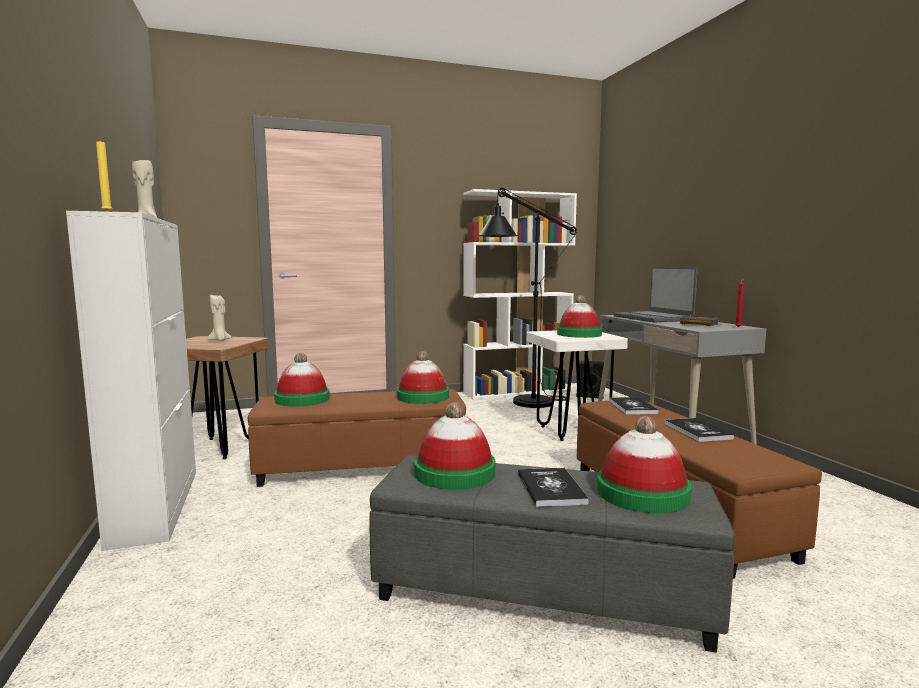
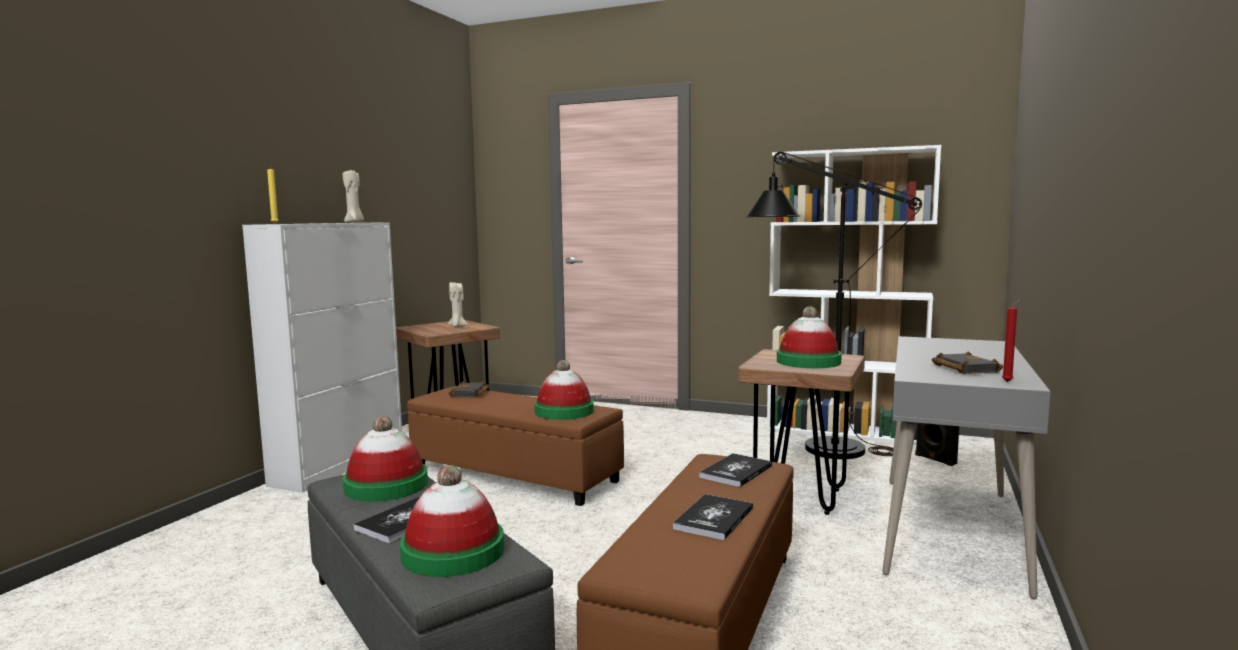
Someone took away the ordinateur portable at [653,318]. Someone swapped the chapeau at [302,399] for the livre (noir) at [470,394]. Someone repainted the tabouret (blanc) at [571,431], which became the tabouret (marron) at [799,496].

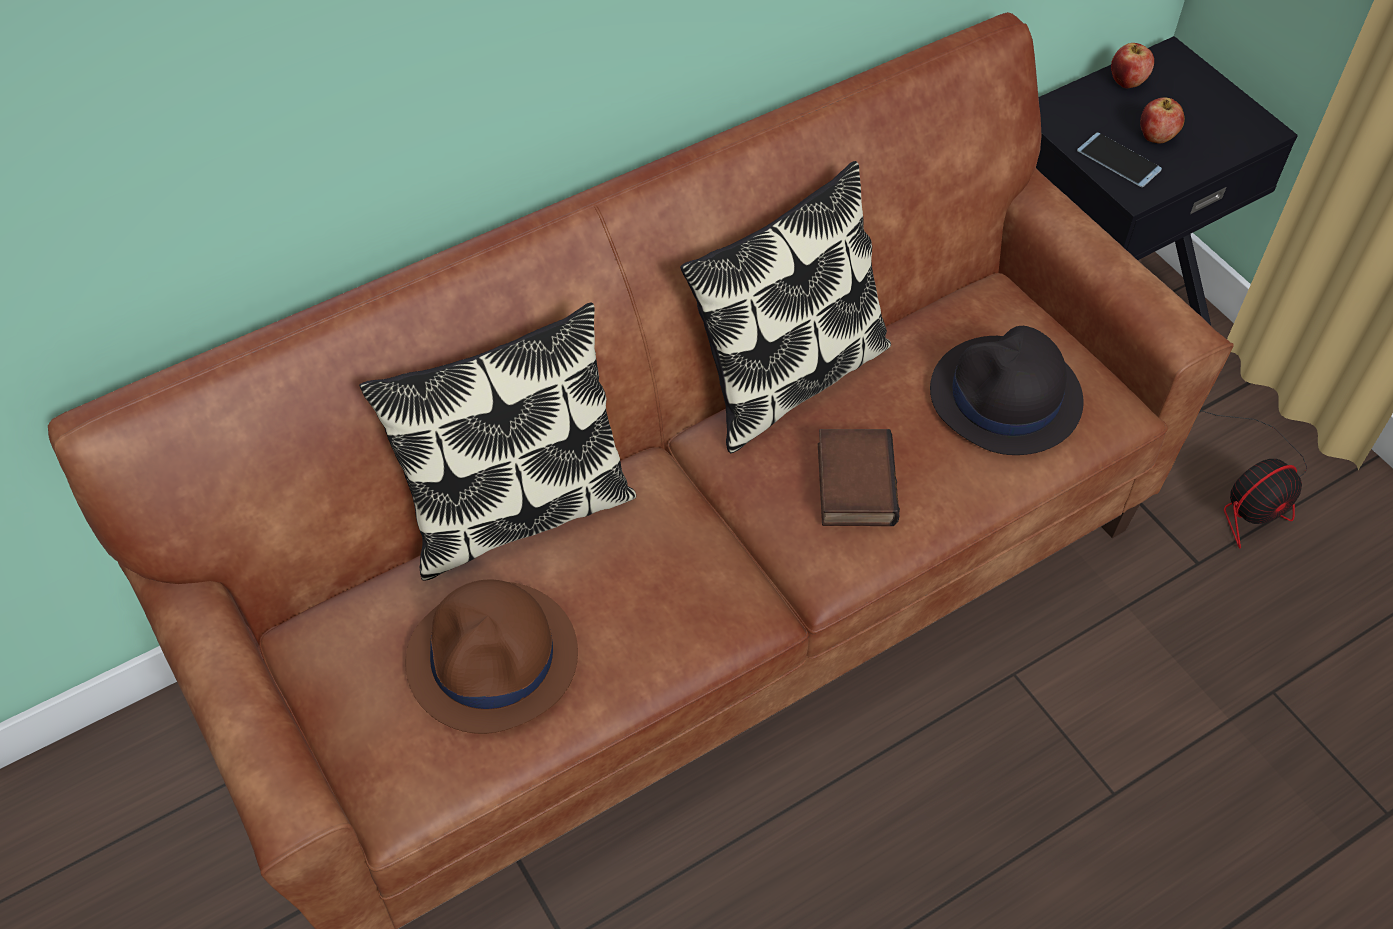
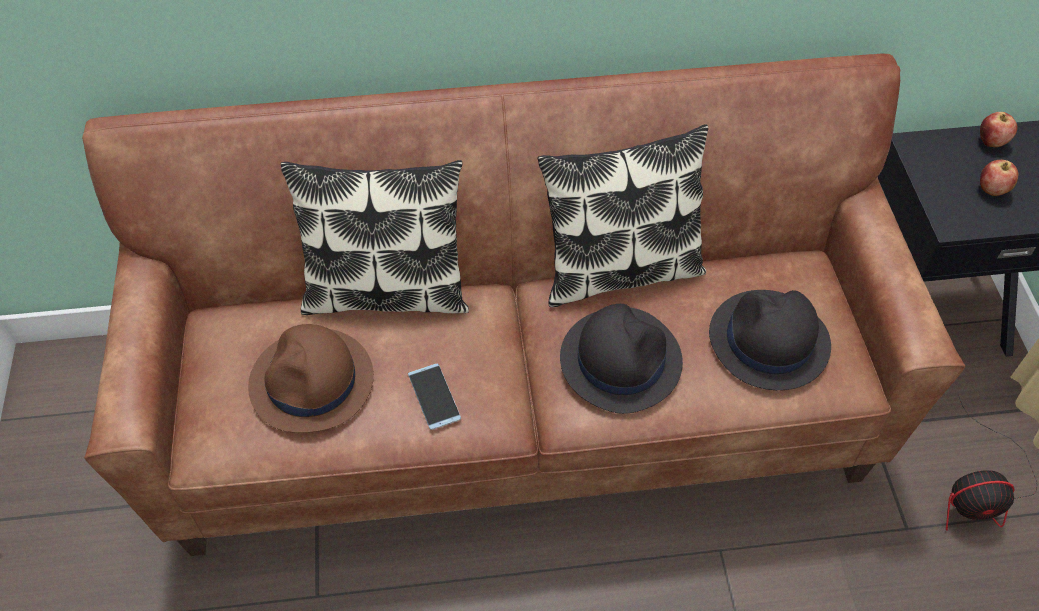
Someone carried the téléphone from [1119,160] to [434,396]. Someone swapped the livre at [852,483] for the chapeau (noir) at [620,359].

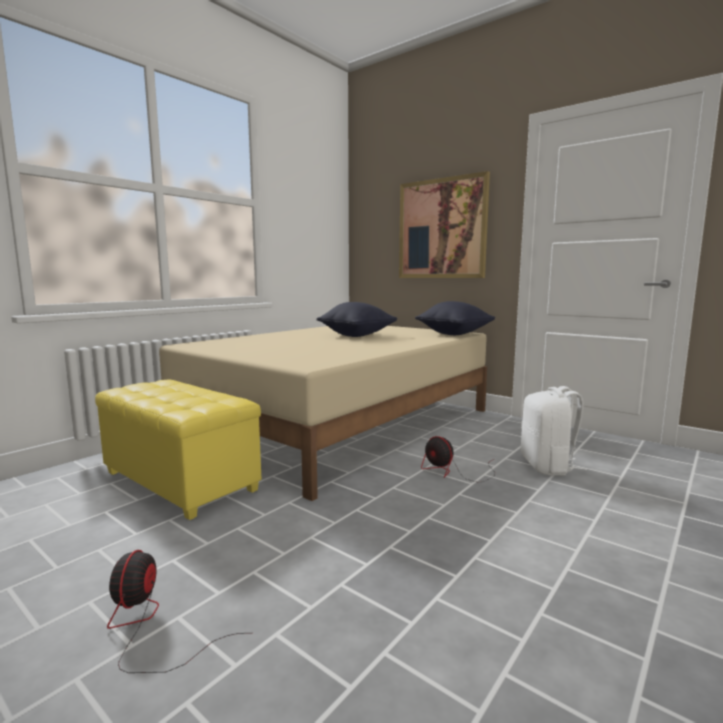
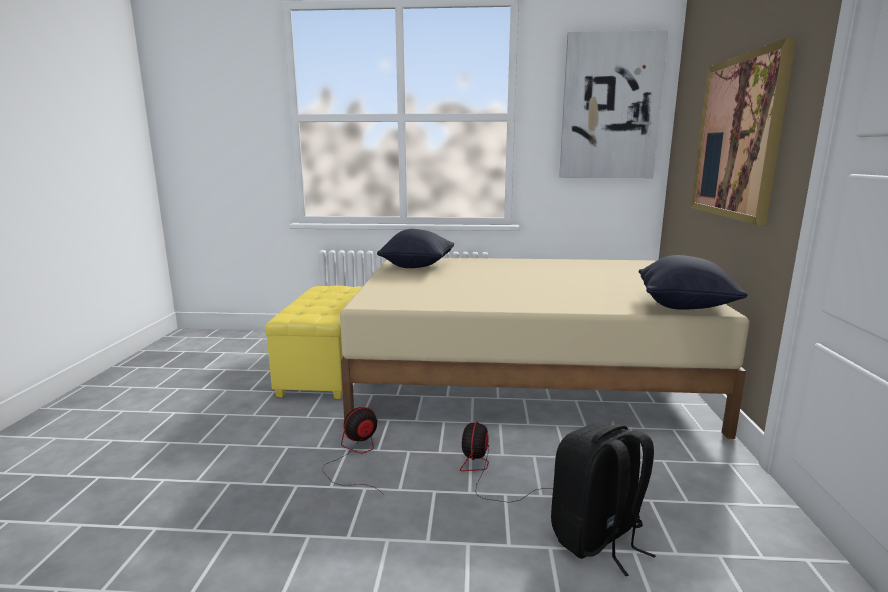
Someone put up the tableau at [610,107]. Someone carried the ventilateur from [149,625] to [356,456]. Someone carried the coussin (noir) from [356,335] to [417,267]. Someone repainted the sac à dos (blanc) at [548,466], which became the sac à dos (noir) at [597,538].

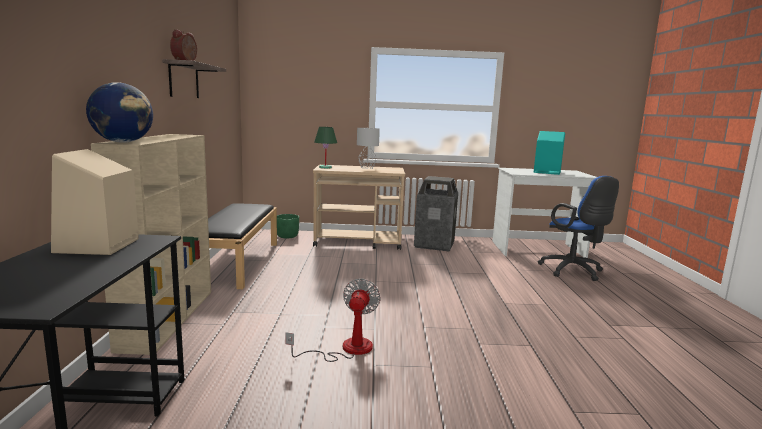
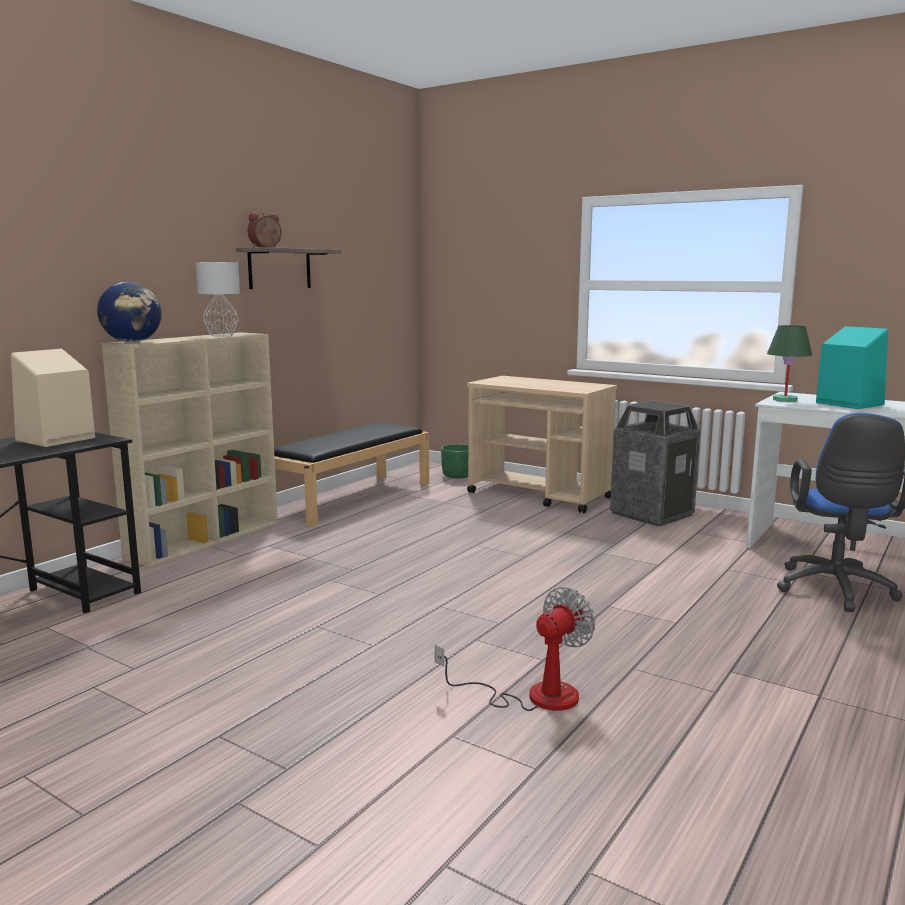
Someone carried the ventilateur from [346,349] to [534,696]. Someone carried the lampe de table (vert) from [325,167] to [784,400]. Someone carried the lampe de table (gris) from [367,168] to [222,336].

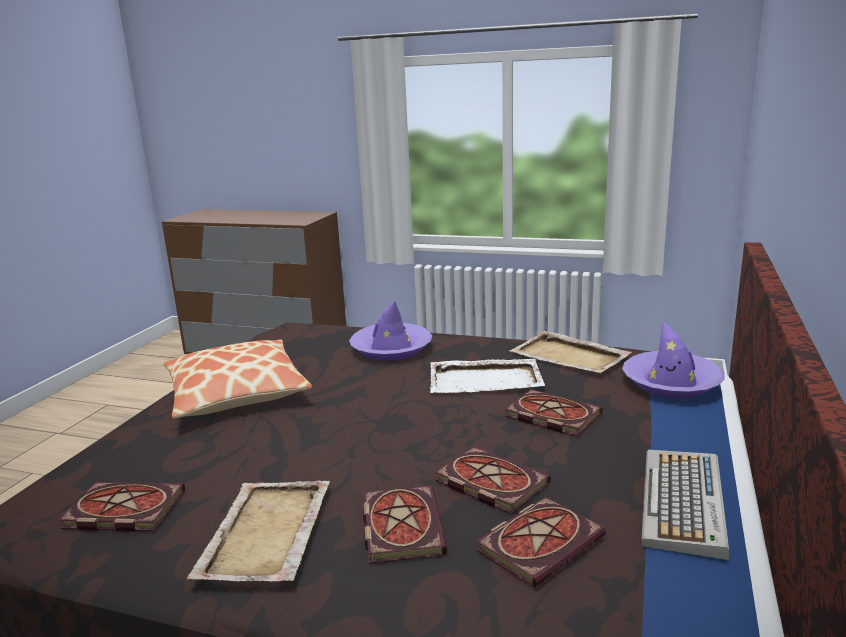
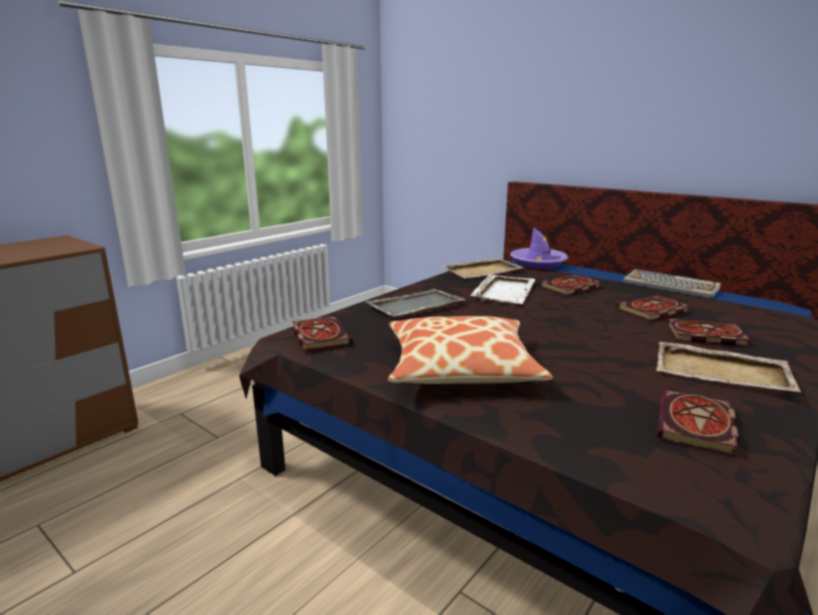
Someone carried the livre from [540,542] to [319,335]. Someone swapped the chapeau (violet) at [391,349] for the plateau (gris) at [414,305].

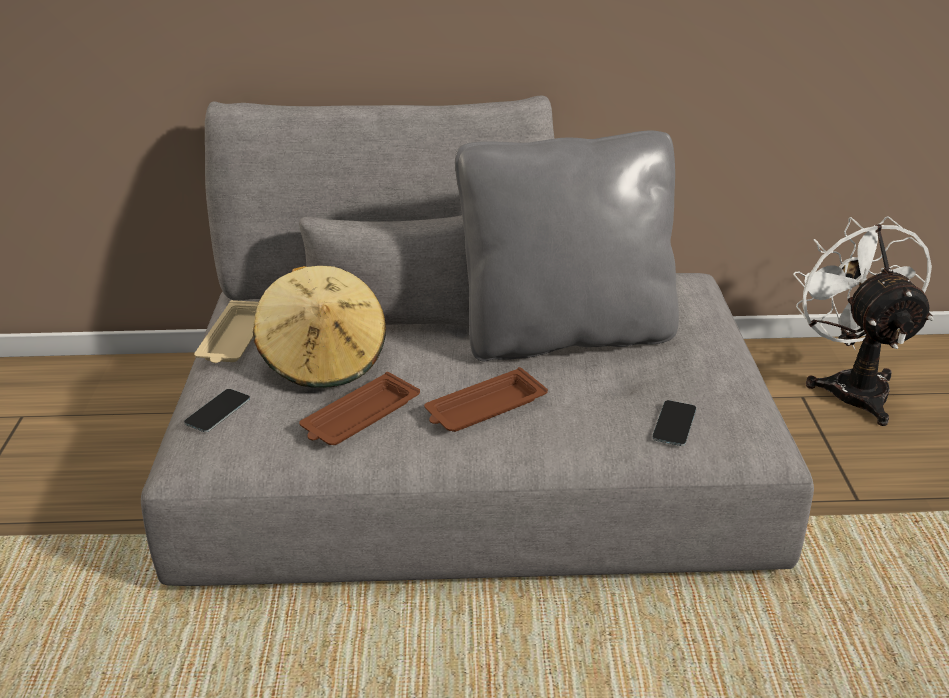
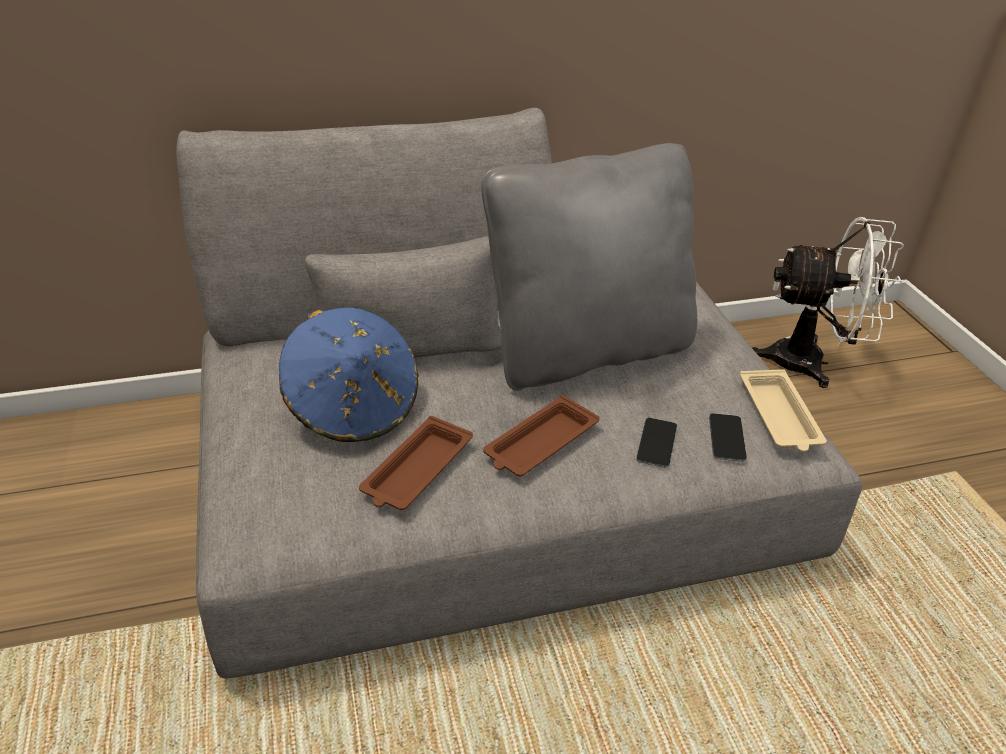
Someone carried the téléphone from [217,411] to [656,443]. Someone carried the plateau (beige) from [235,338] to [779,416]. Someone repainted the chapeau (beige) at [324,360], which became the chapeau (bleu) at [353,407]. Someone rotated the ventilateur (blanc) at [850,385] by 120 degrees clockwise.

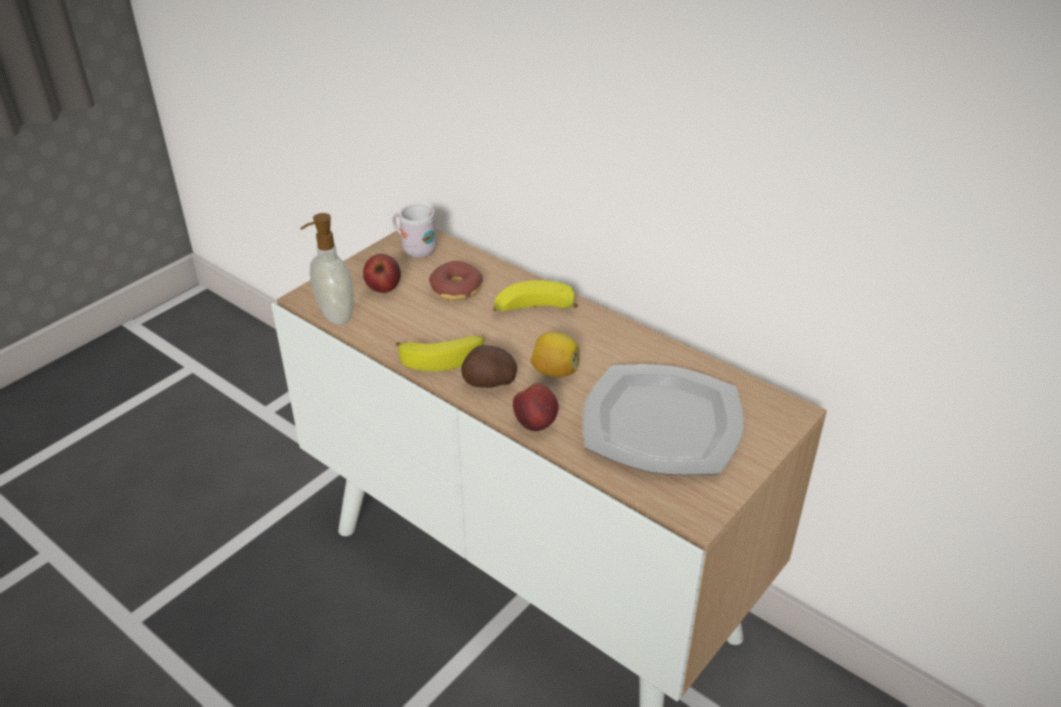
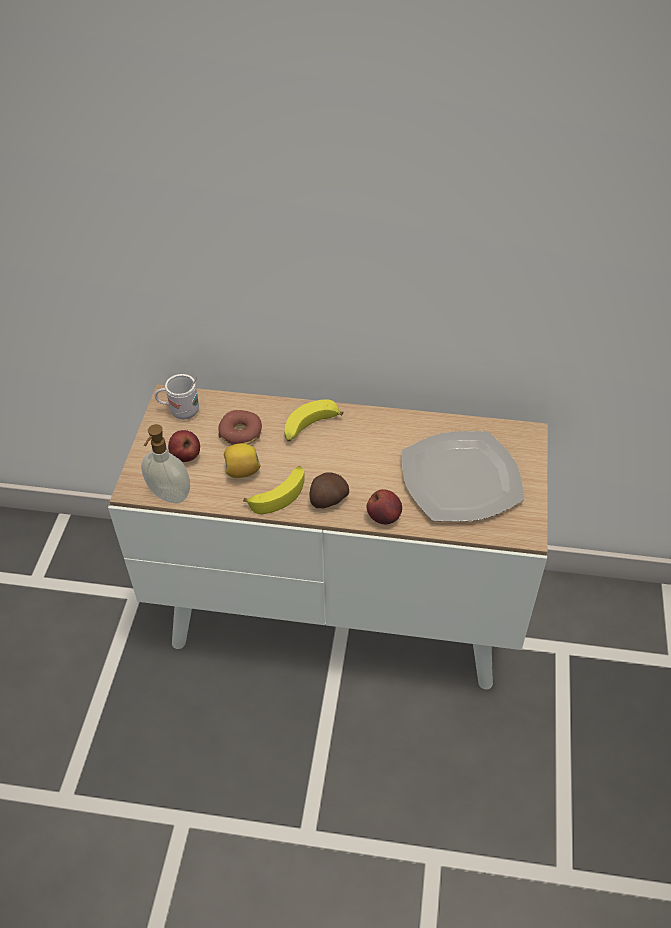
Someone carried the citron from [554,371] to [242,471].

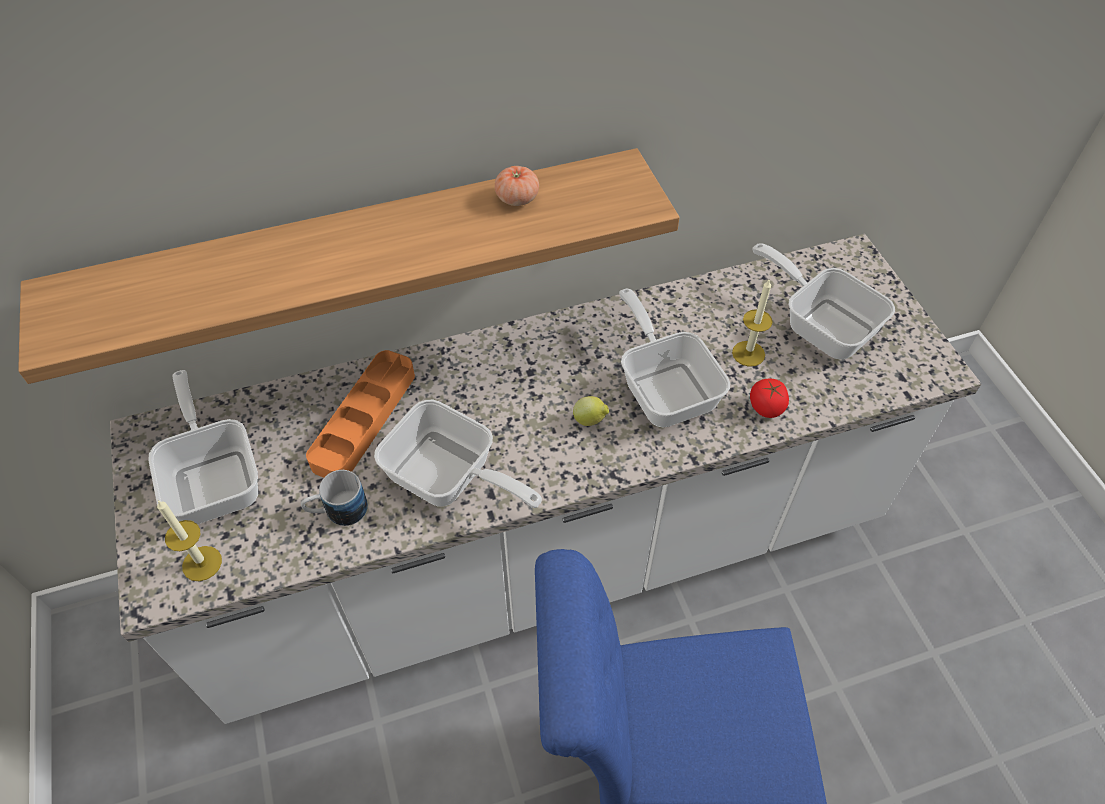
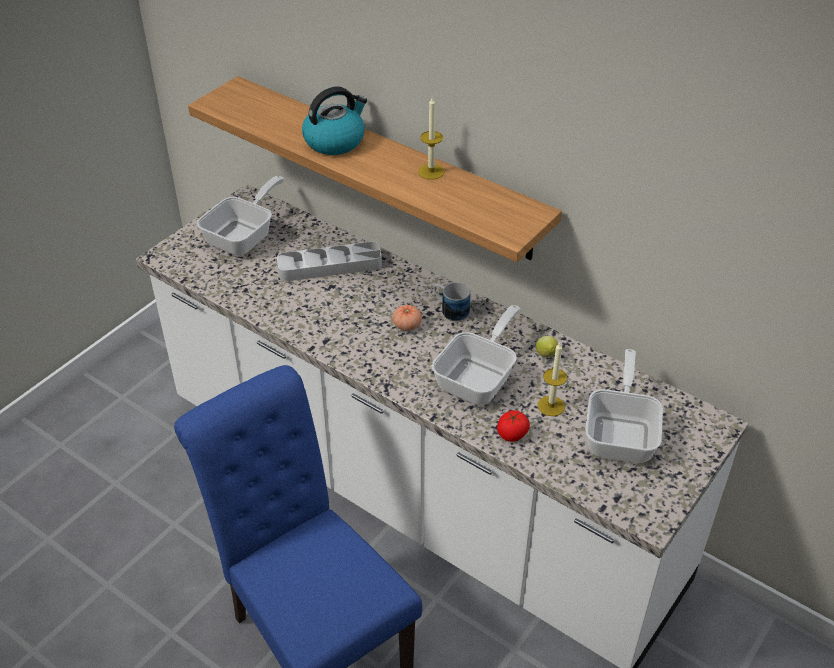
Someone took away the poêle at [449,478]. Someone put down the bouilloire at [335,141]. Someone carried the bougie from [202,563] to [431,171]. Someone carried the mug from [338,511] to [450,310]. Someone carried the tomate from [517,198] to [407,325]. Someone carried the citron from [590,421] to [546,356]. Someone repainted the plateau (orange) at [364,419], which became the plateau (gris) at [330,266].

